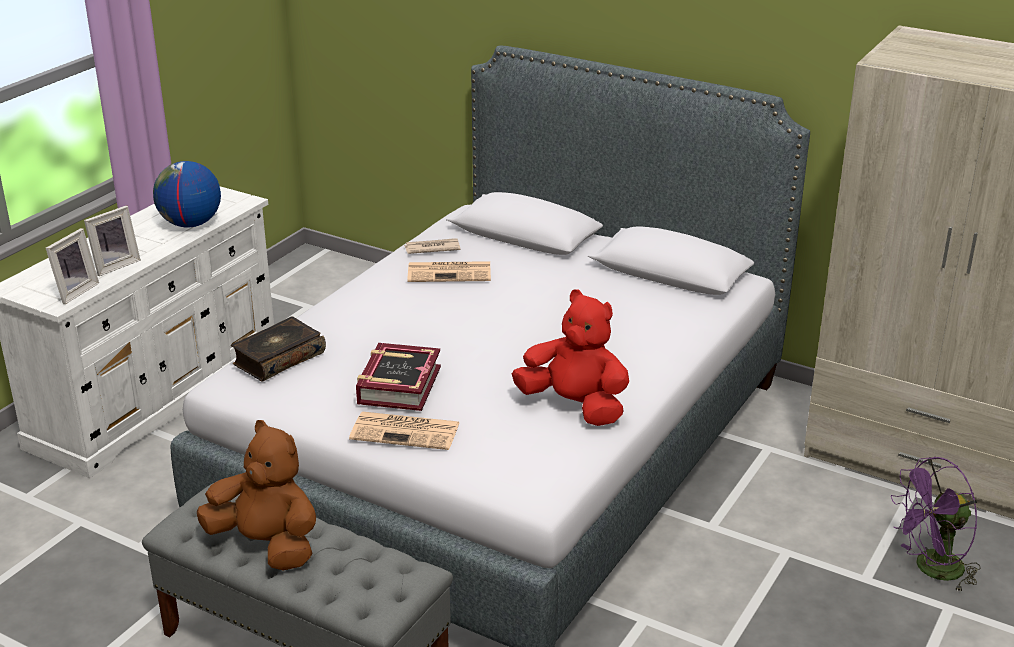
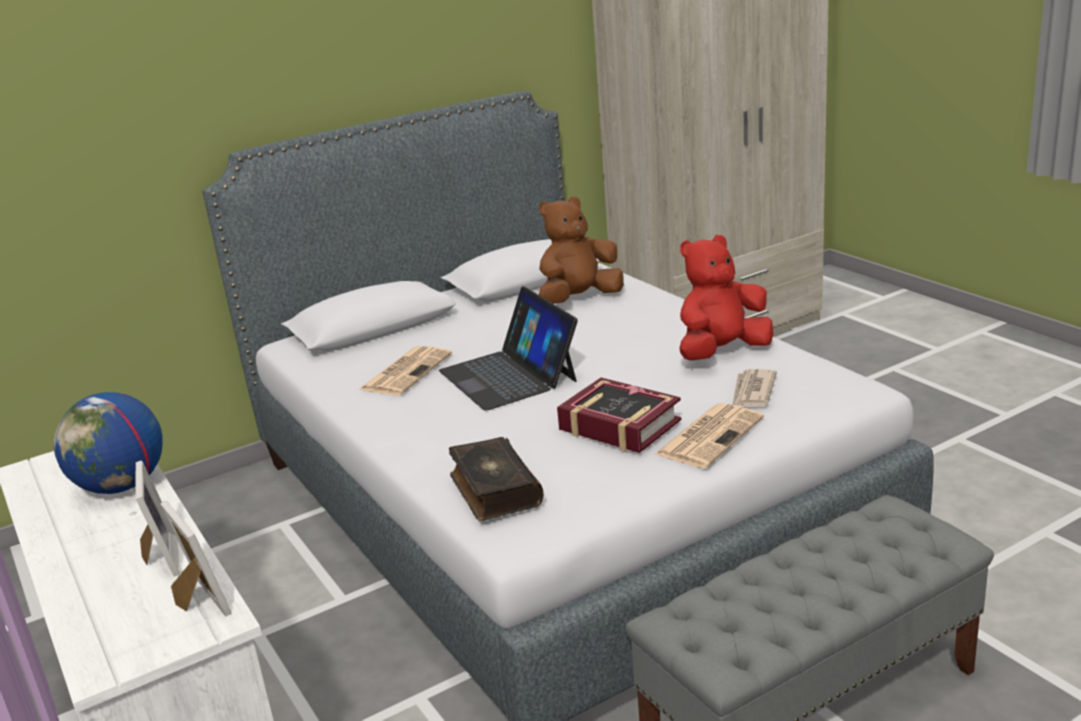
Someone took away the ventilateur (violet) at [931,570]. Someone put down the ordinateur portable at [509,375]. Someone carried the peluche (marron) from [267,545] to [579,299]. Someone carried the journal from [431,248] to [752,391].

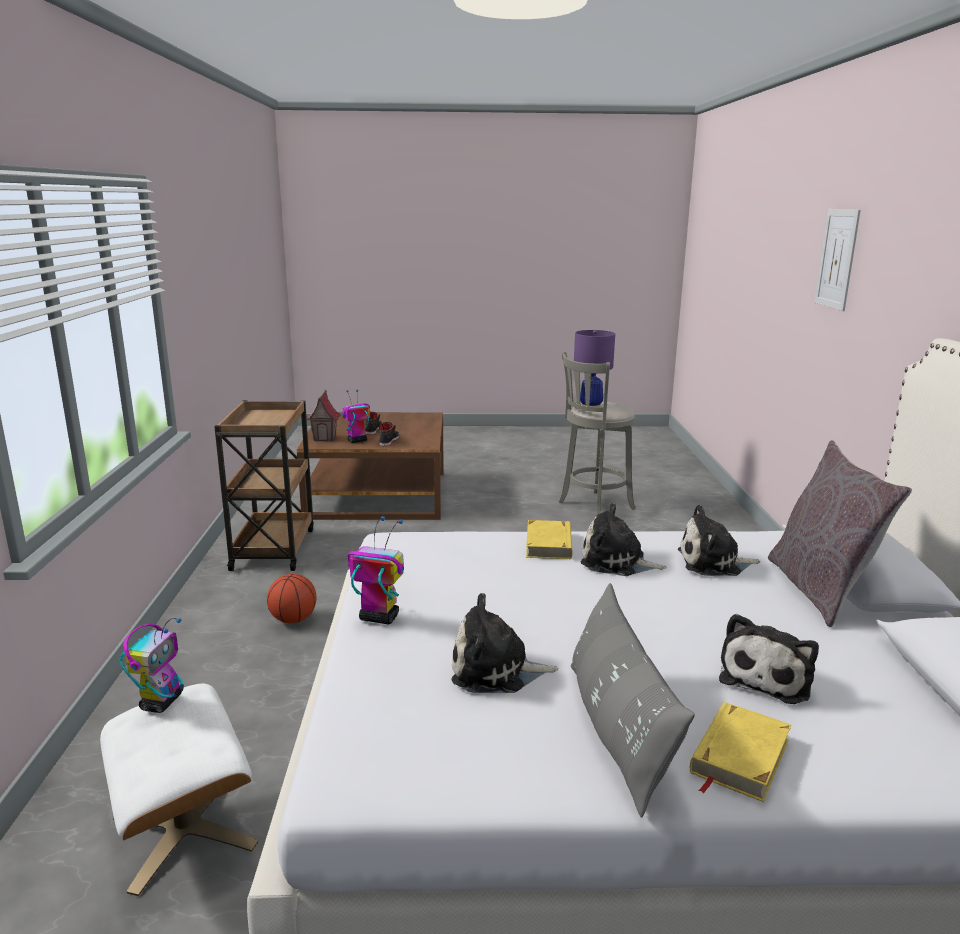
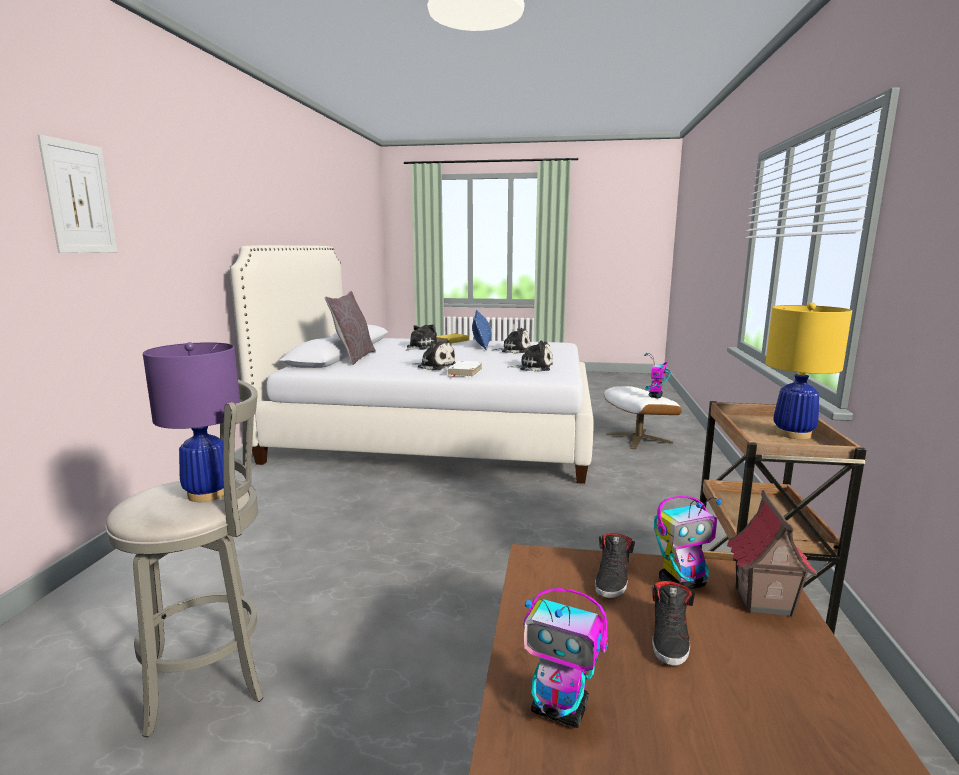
Someone took away the ballon de basket at [293,620]. Someone put down the lampe de table (jaune) at [793,434]. Someone carried the robot jouet from [378,617] to [561,709]. Someone carried the peluche from [713,563] to [533,367]. Someone repainted the livre (jaune) at [549,544], which became the livre (blanc) at [465,372]. Someone repainted the coussin (gris) at [617,730], which became the coussin (bleu) at [481,344].

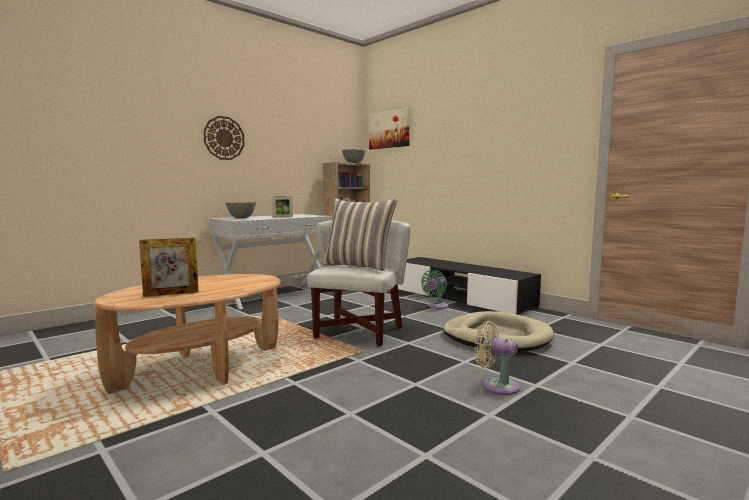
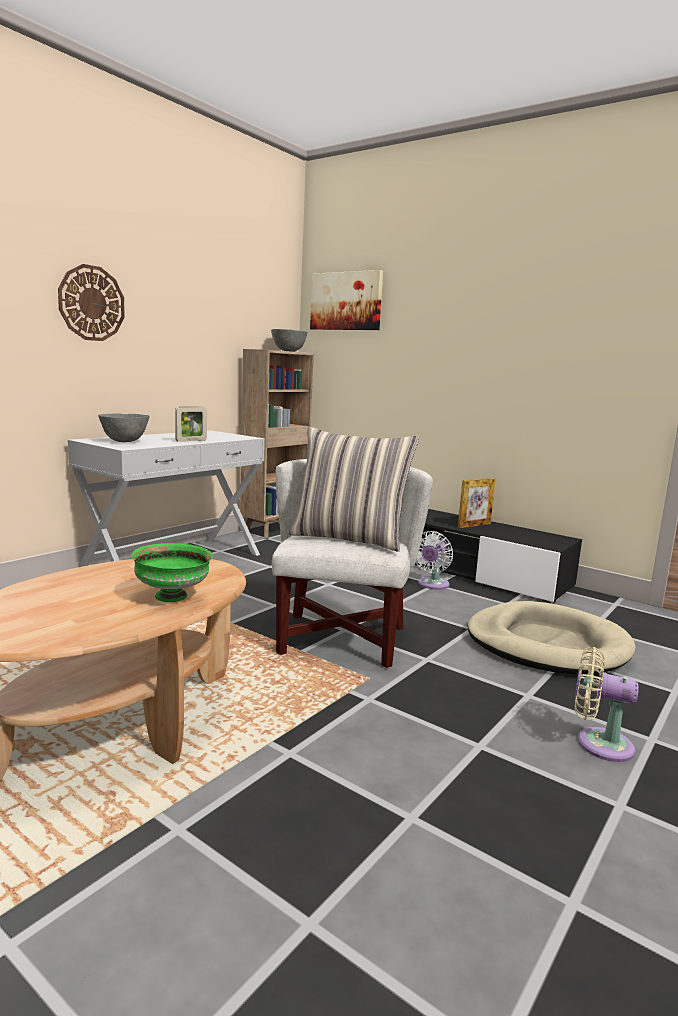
Someone put down the bol (vert) at [173,596]. Someone carried the cadre photo from [171,294] to [474,525]. Someone repainted the ventilateur (vert) at [436,306], which became the ventilateur (blanc) at [432,585].

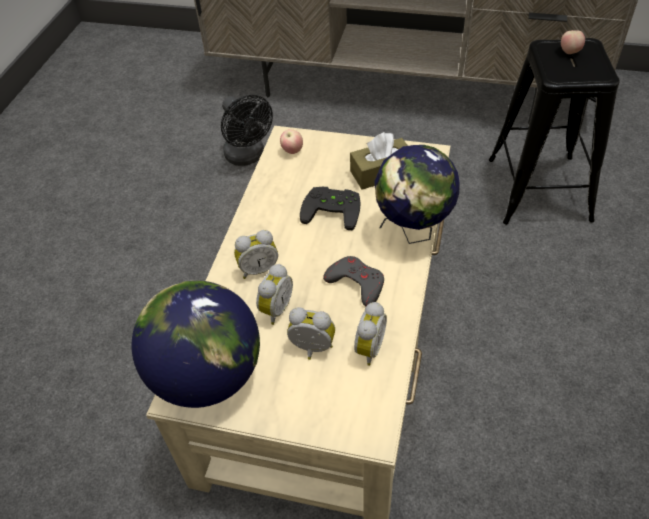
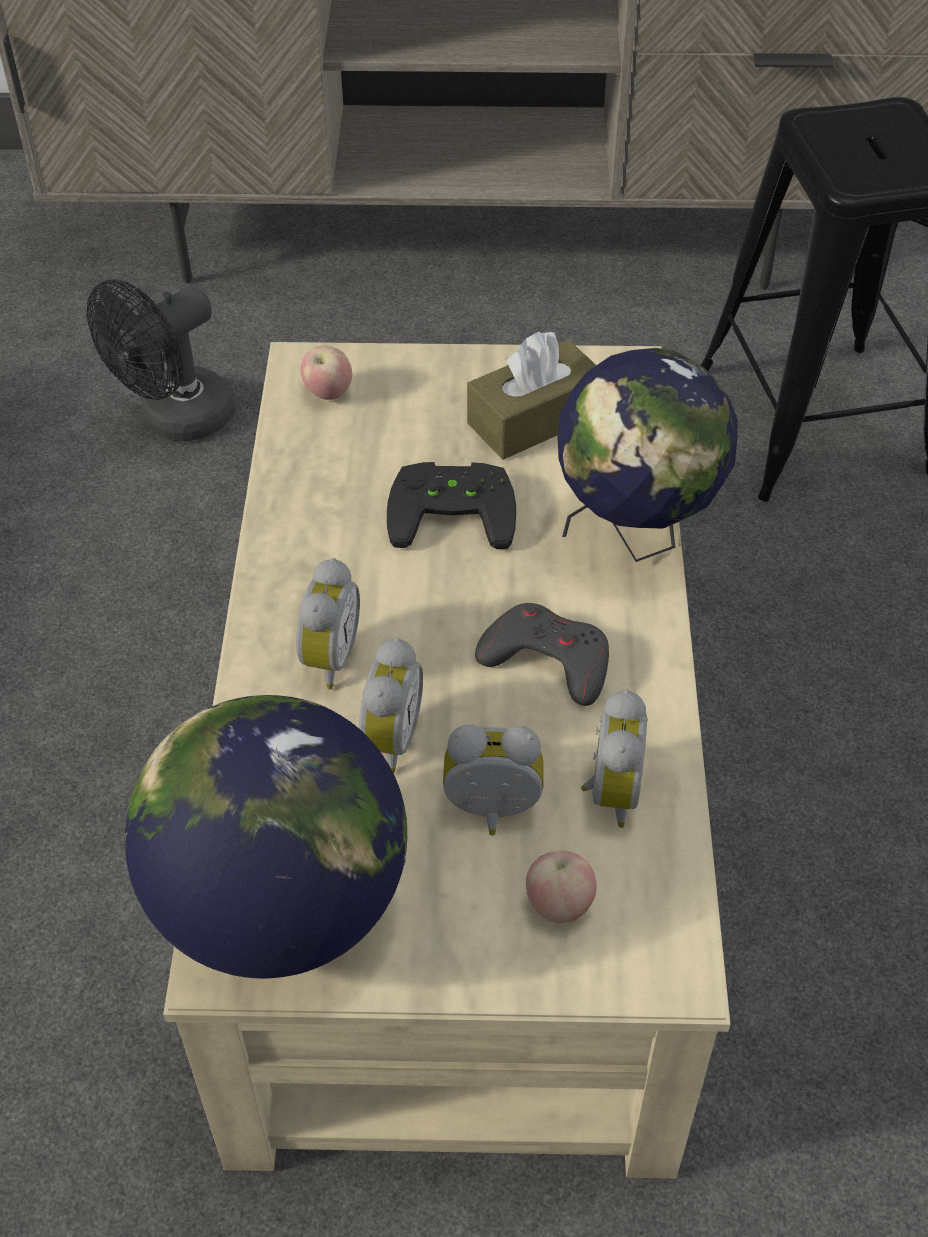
Someone carried the pomme from [570,52] to [559,905]. Someone rotated the ventilateur (noir) at [248,157] by 90 degrees clockwise. Someone rotated the réveil at [258,269] by 45 degrees counterclockwise.

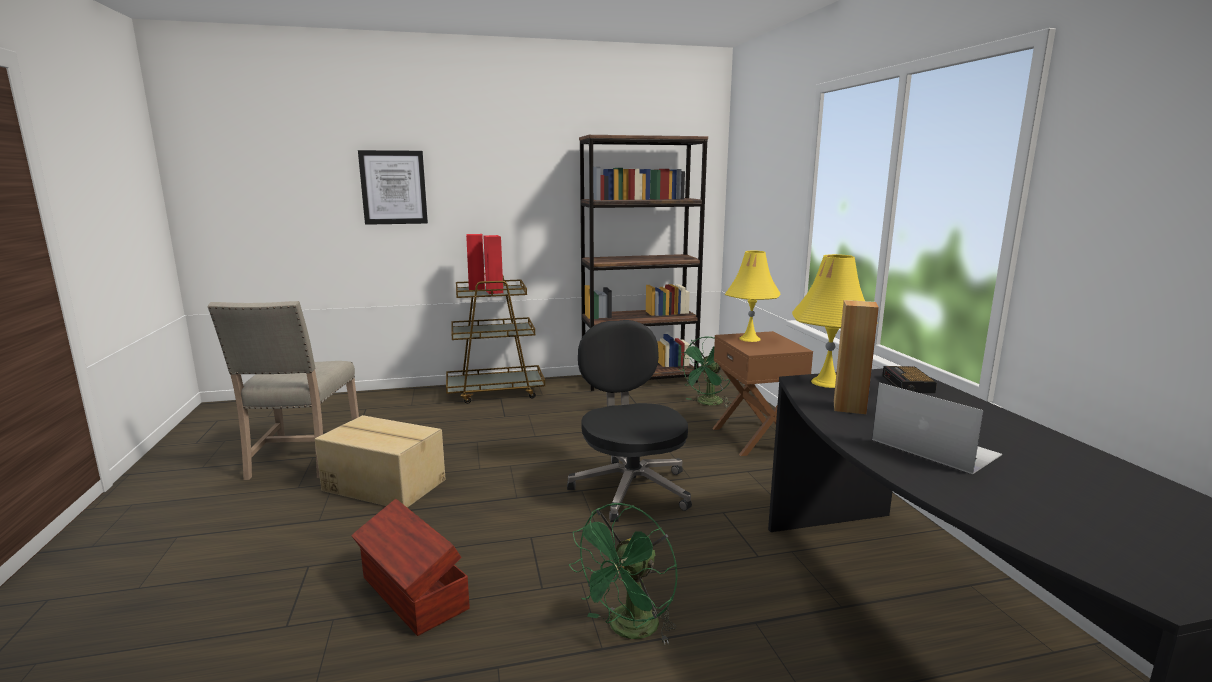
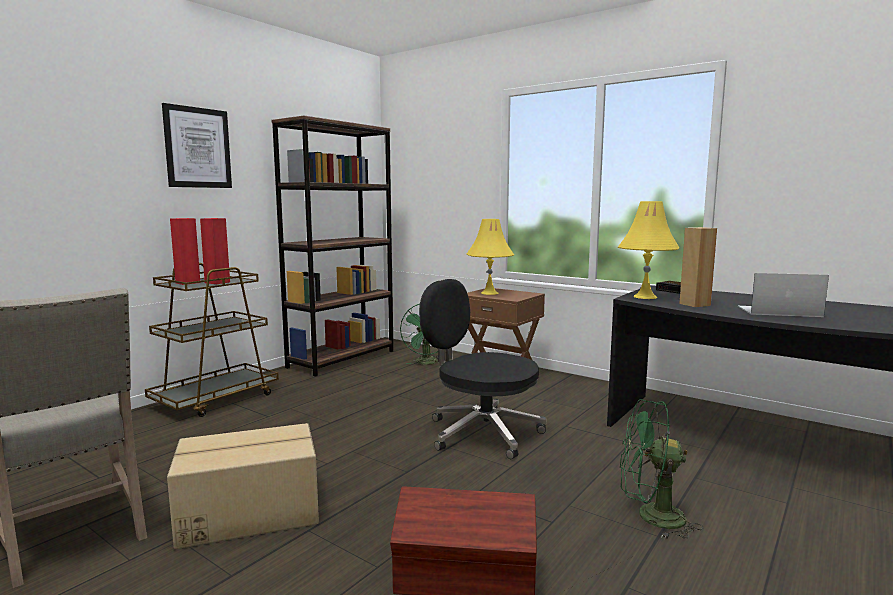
Someone carried the tableau from [393,187] to [197,148]. Someone rotated the ventilateur (vert) at [629,630] by 105 degrees clockwise.

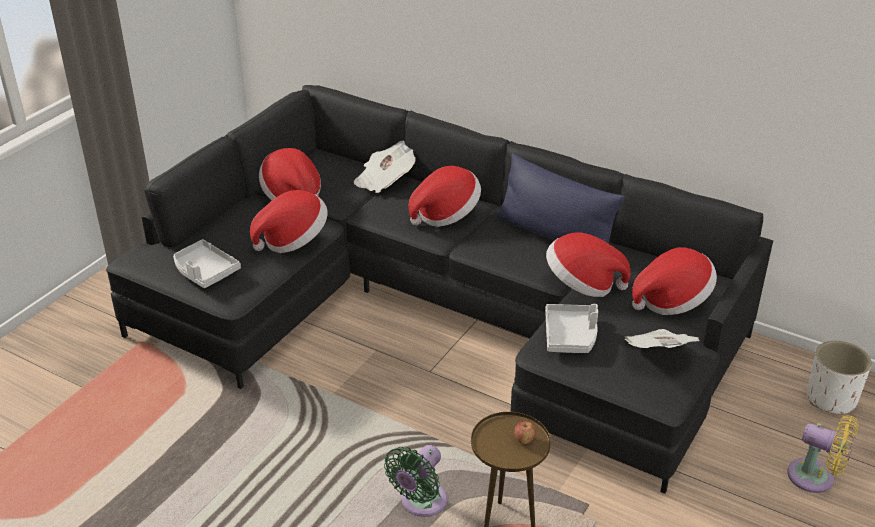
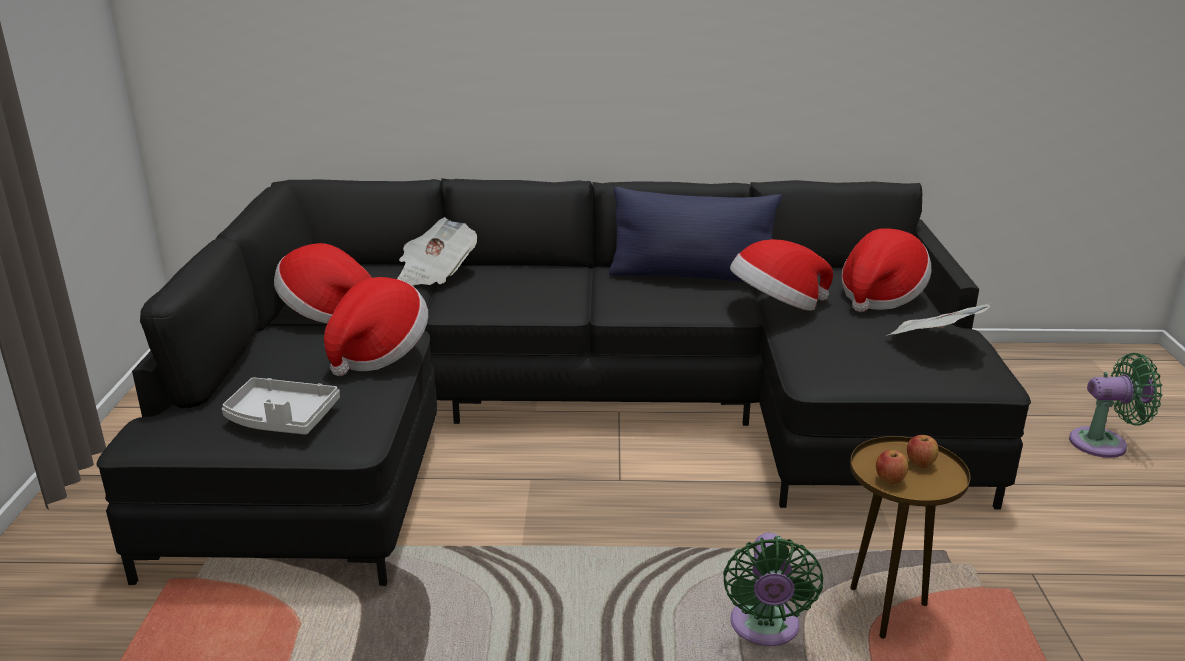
Someone took away the chapeau at [446,214]. Someone took away the plateau (gris) at [571,336]. Someone took away the cache-pot (blanc) at [831,399]. Someone put down the pomme at [889,480]. Someone repainted the ventilateur (jaune) at [816,478], which became the ventilateur (vert) at [1104,443].

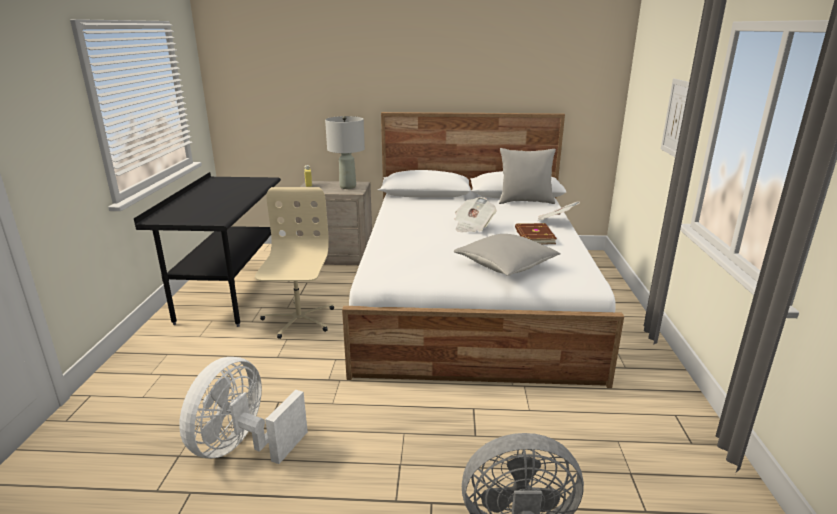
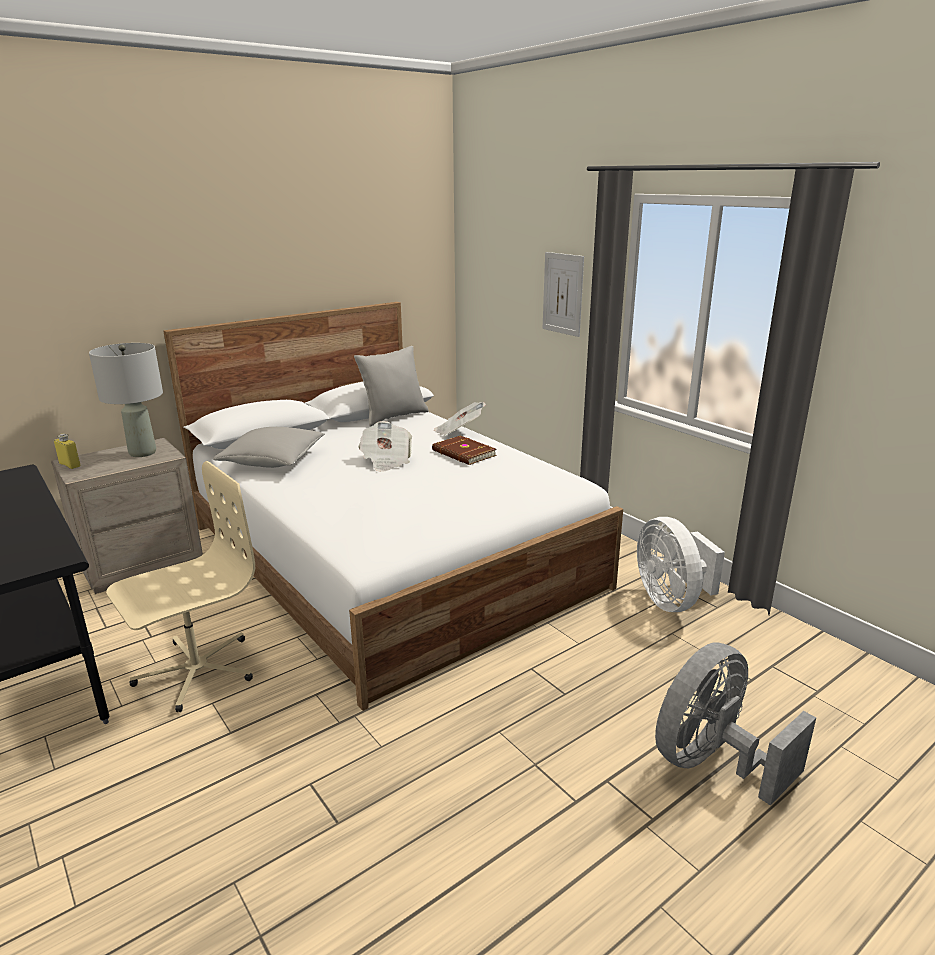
Someone carried the ventilateur (blanc) from [243,446] to [671,600]. Someone carried the coussin (gris) from [505,266] to [273,461]. Someone rotated the chaise de bureau (beige) at [298,320] by 90 degrees clockwise.

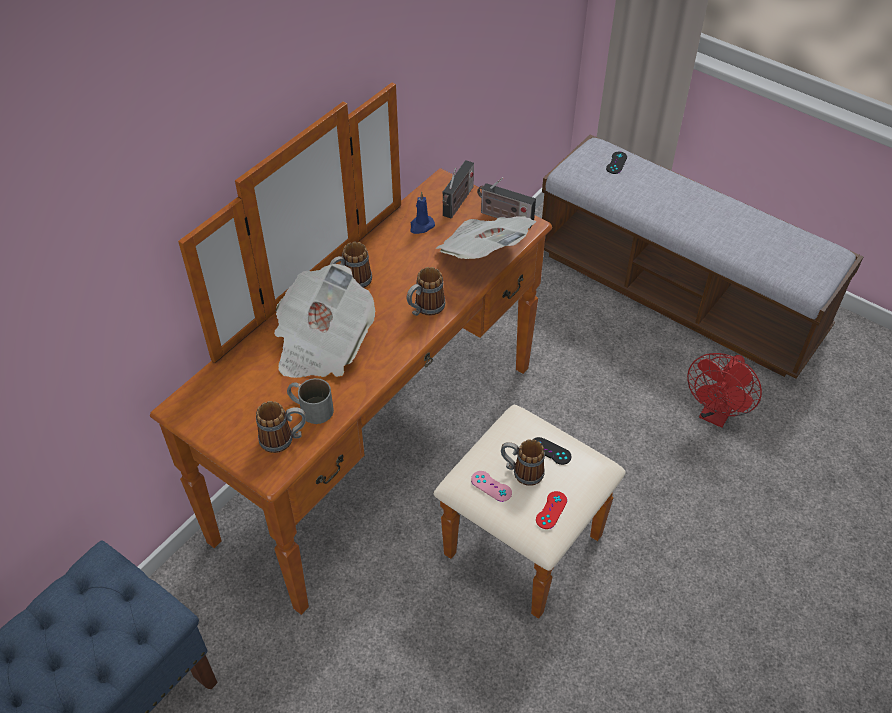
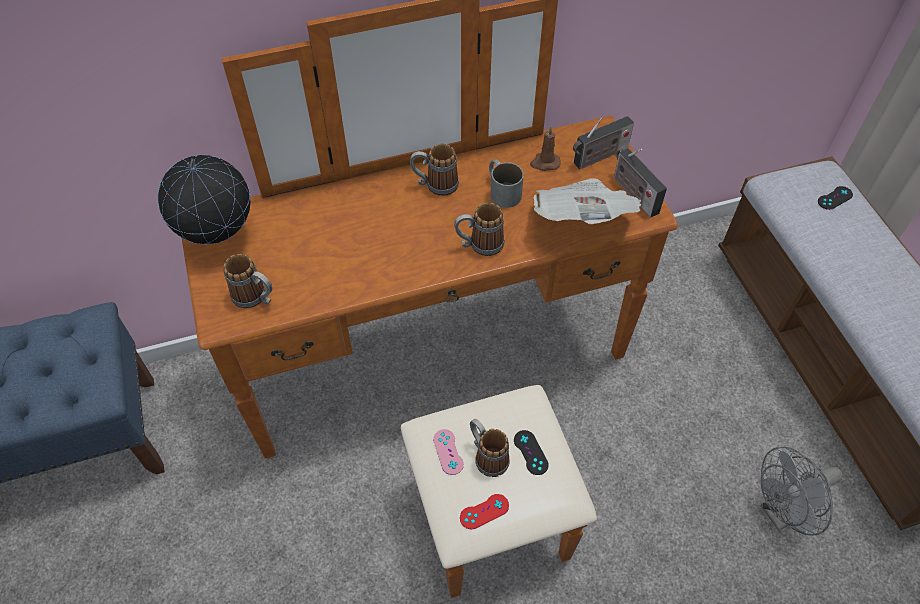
Someone took away the journal at [322,343]. Someone put down the globe at [218,236]. Someone carried the mug (gris) from [310,408] to [501,190]. Someone repainted the bougie (bleu) at [421,226], which became the bougie (marron) at [544,163]. Someone repainted the ventilateur (rouge) at [715,414], which became the ventilateur (gris) at [781,513].

